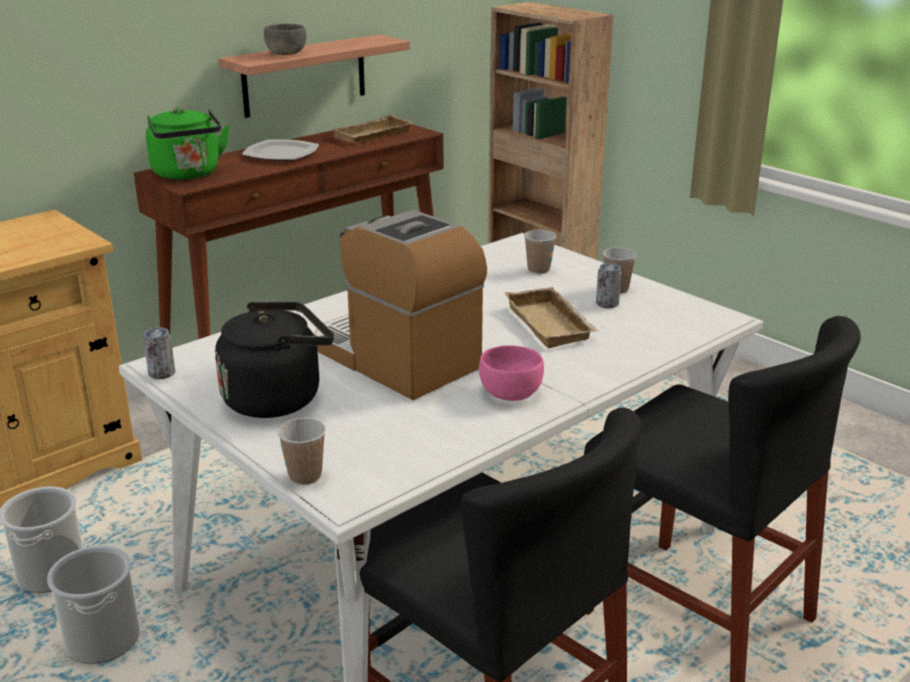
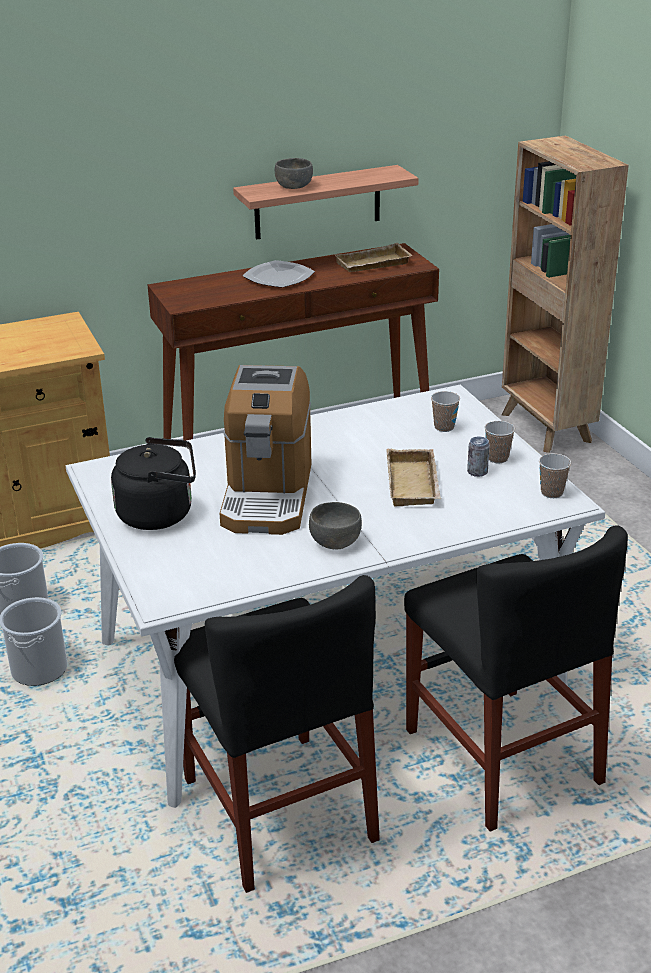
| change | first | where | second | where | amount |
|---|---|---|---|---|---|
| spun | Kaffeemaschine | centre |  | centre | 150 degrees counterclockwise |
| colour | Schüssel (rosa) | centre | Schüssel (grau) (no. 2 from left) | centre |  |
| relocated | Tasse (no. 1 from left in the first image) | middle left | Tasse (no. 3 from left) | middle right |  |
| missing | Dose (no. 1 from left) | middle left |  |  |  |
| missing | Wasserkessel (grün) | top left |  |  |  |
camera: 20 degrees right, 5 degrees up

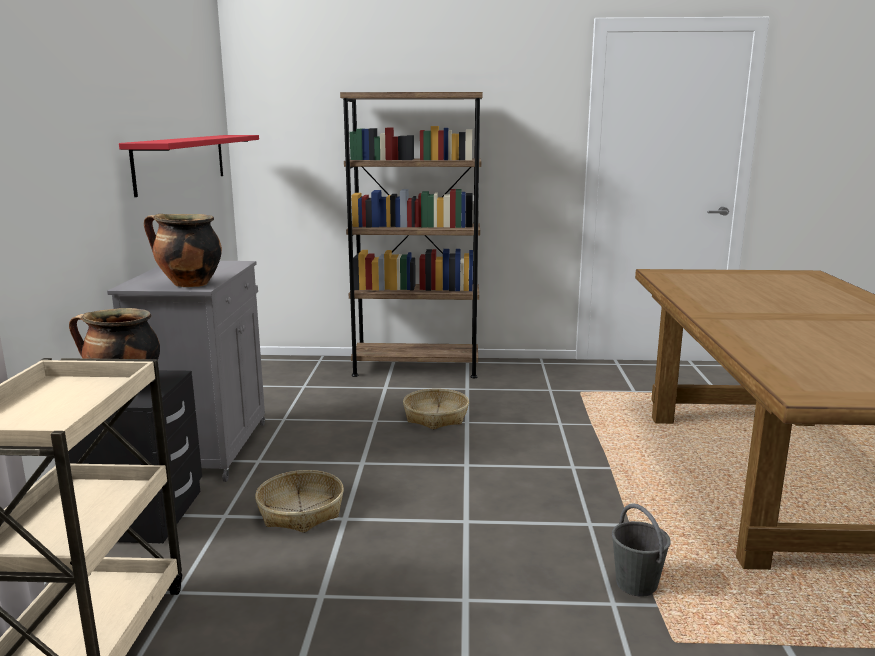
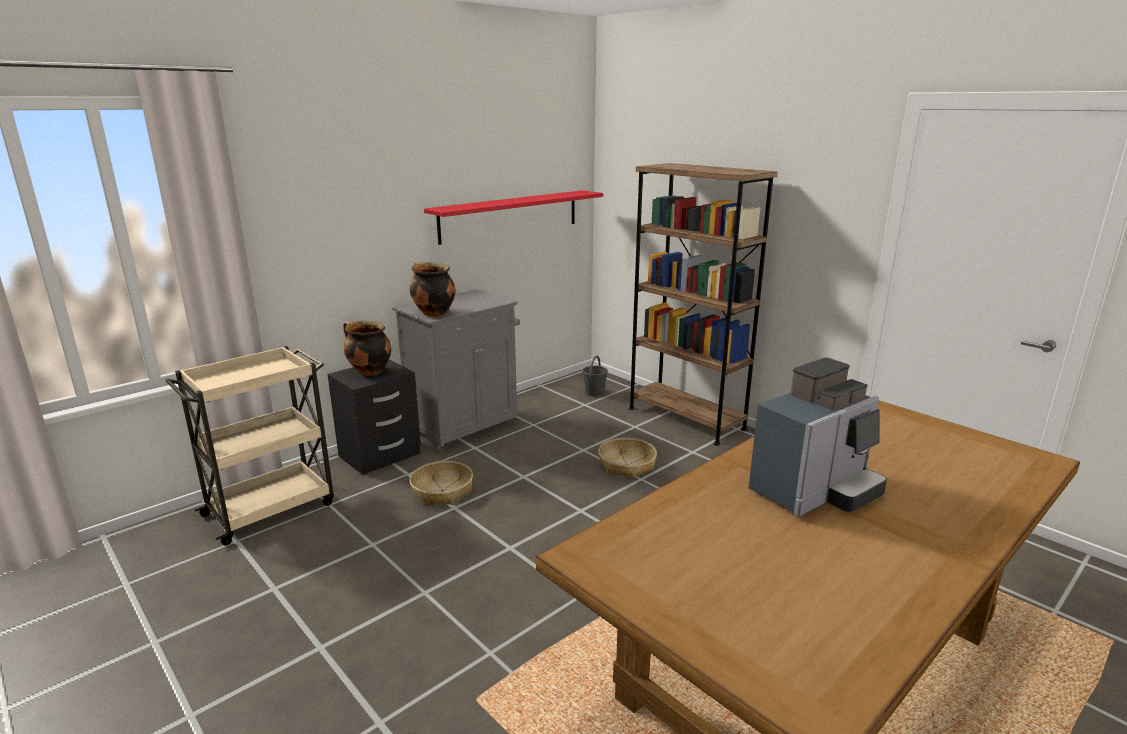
| change | first | where | second | where | amount |
|---|---|---|---|---|---|
| relocated | Eimer (grau) | bottom right |  | centre |  |
| appeared |  |  | Kaffeemaschine | middle right |  |
camera: 45 degrees right, 5 degrees up

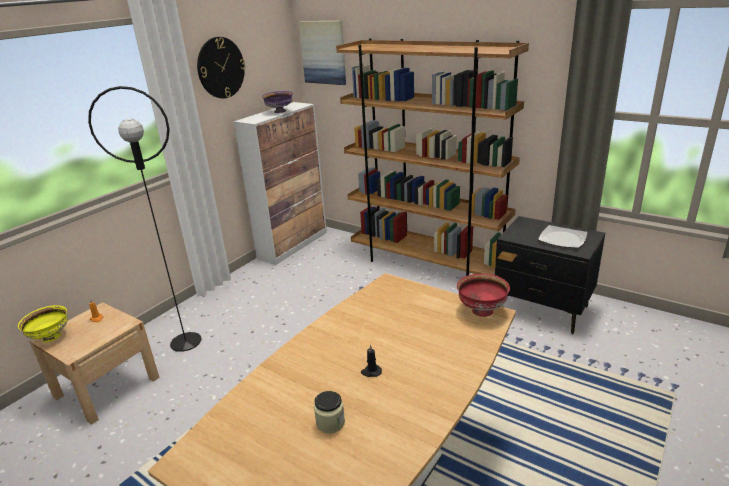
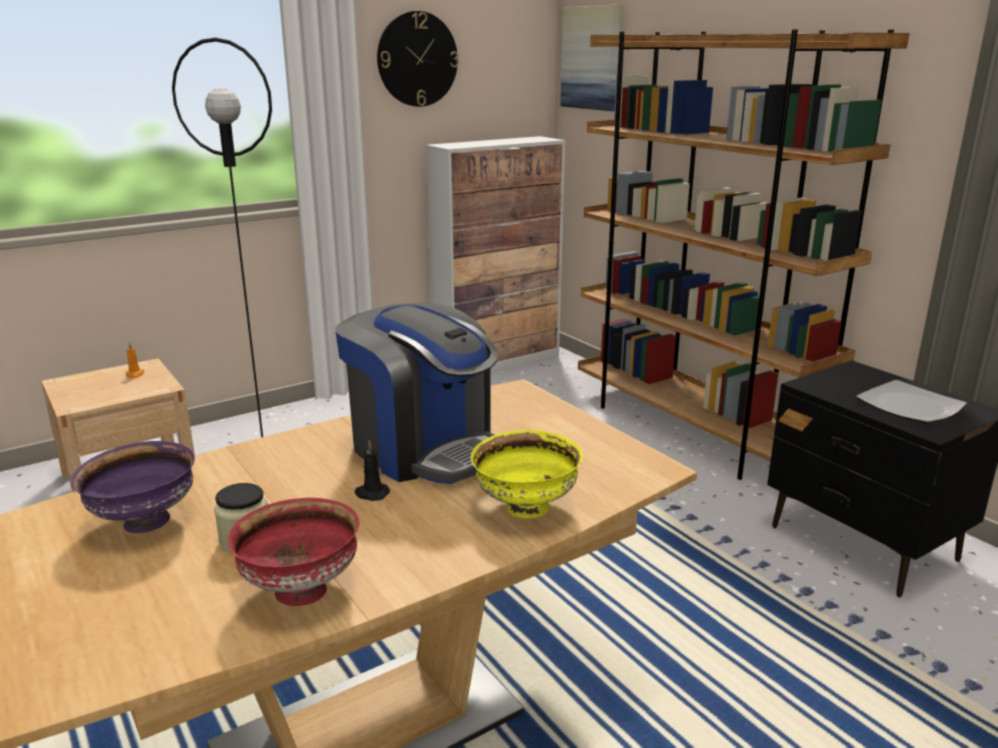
| change | first | where | second | where | amount |
|---|---|---|---|---|---|
| relocated | Schüssel (lila) | top centre |  | middle left |  |
| relocated | Schüssel (rot) | centre |  | bottom left |  |
| appeared |  |  | Kaffeemaschine | centre |  |
| relocated | Schüssel (gelb) | middle left |  | centre |  |
camera: 20 degrees right, 5 degrees down

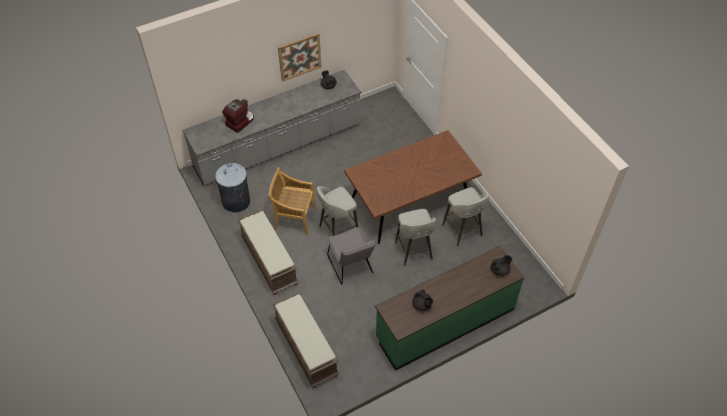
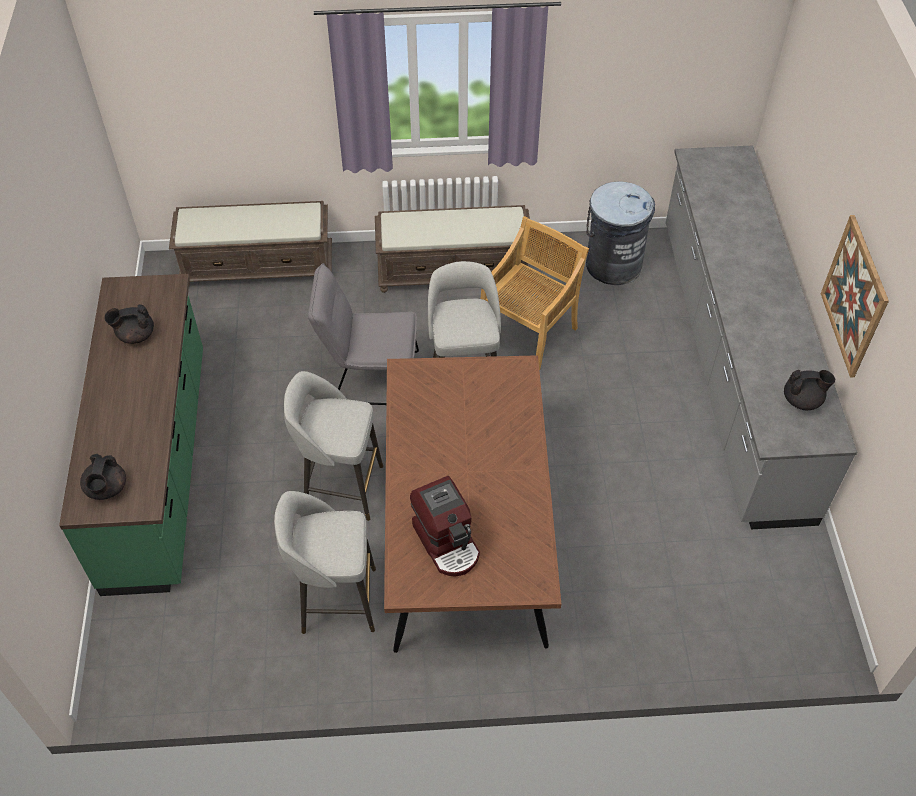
| change | first | where | second | where | amount |
|---|---|---|---|---|---|
| relocated | Kaffeemaschine | top left |  | centre |  |
camera: 115 degrees right, 0 degrees up

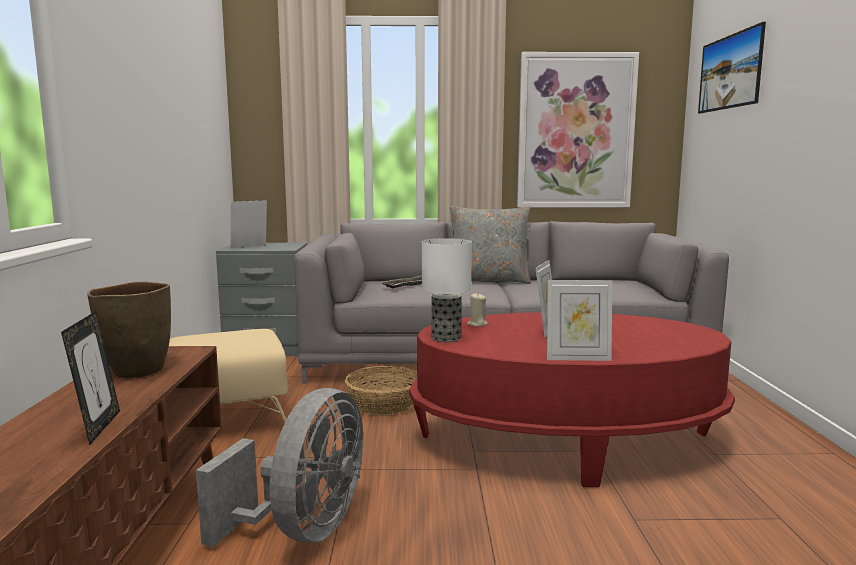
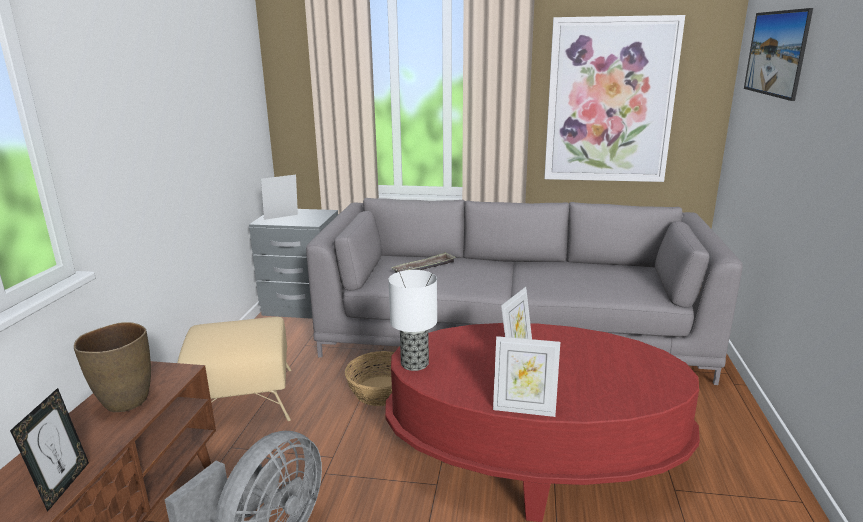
| change | first | where | second | where | amount |
|---|---|---|---|---|---|
| missing | Kissen (grau) | centre |  |  |  |
| missing | Kerze (beige) | centre |  |  |  |
camera: 10 degrees right, 10 degrees up

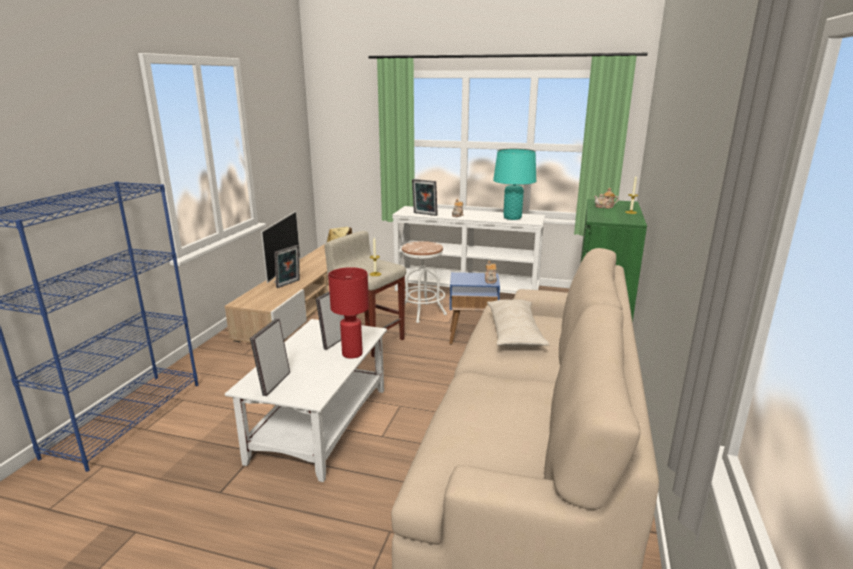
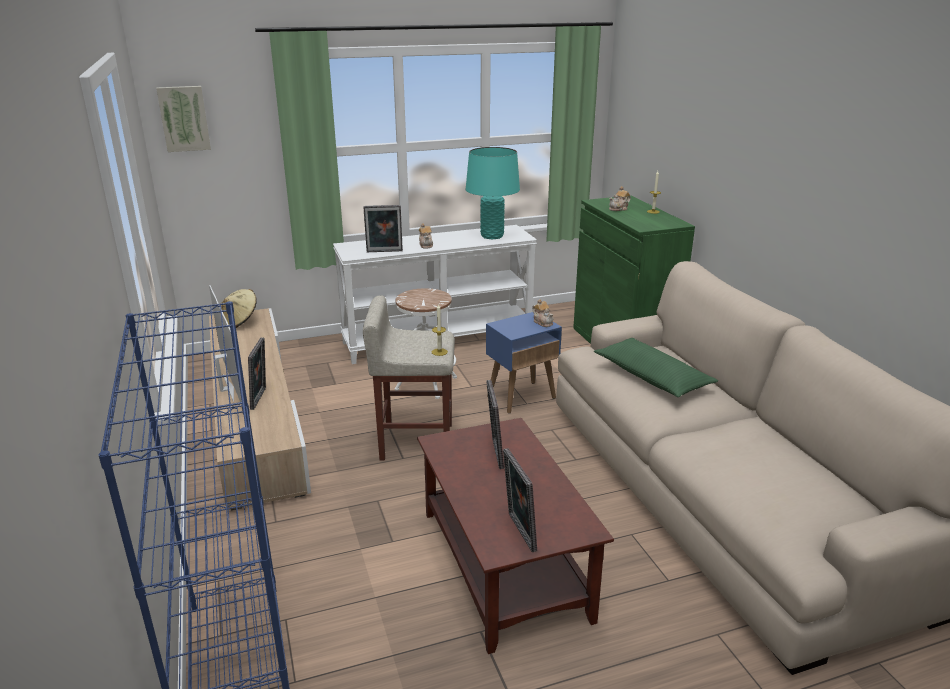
| change | first | where | second | where | amount |
|---|---|---|---|---|---|
| appeared |  |  | Bild | top left |  |
| colour | Couchtisch (weiß) | bottom centre | Couchtisch (braun) | bottom centre |  |
| colour | Kissen (beige) | centre | Kissen (grün) | middle right |  |
| missing | Tischlampe (rot) | centre |  |  |  |
camera: 35 degrees left, 5 degrees up

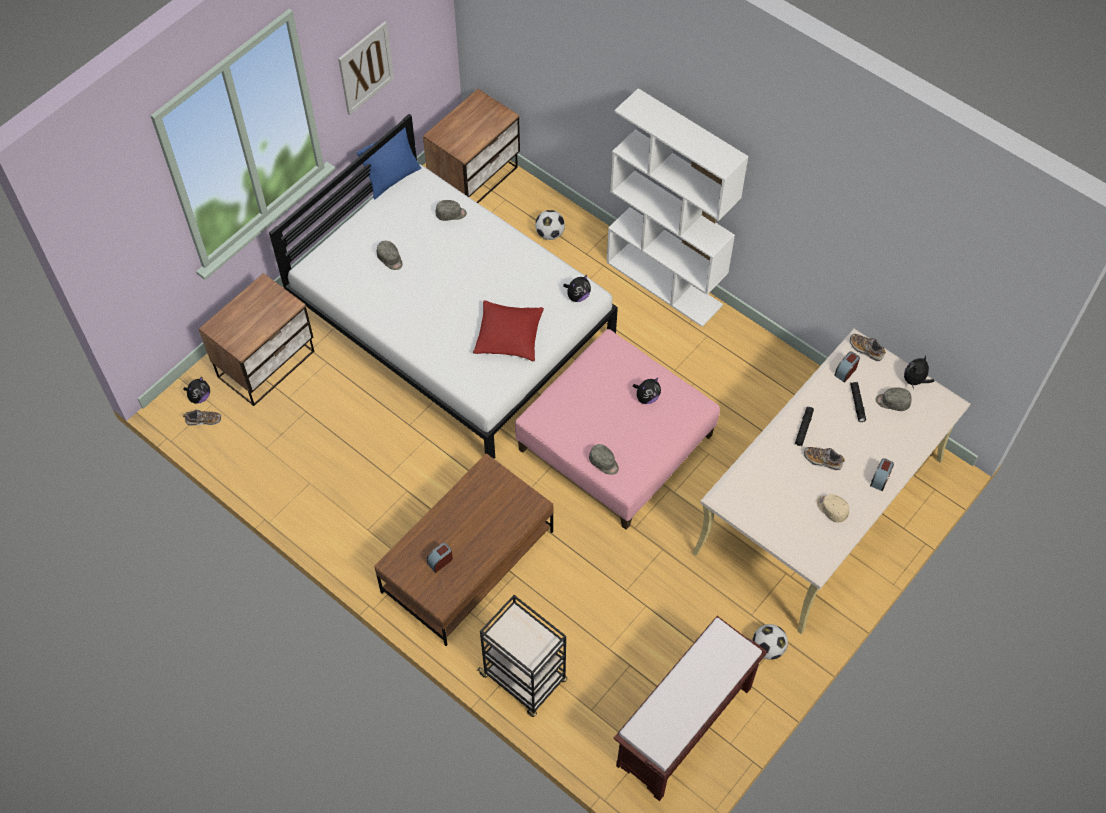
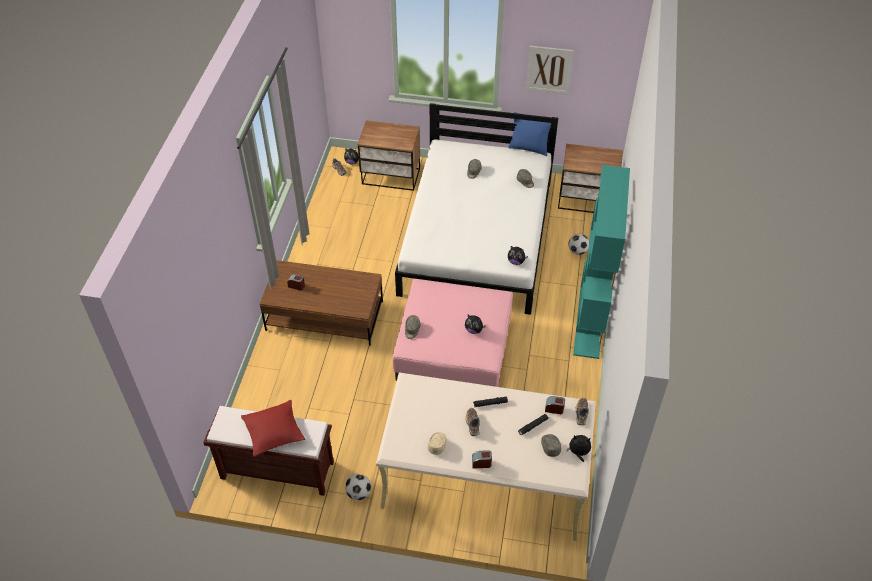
| change | first | where | second | where | amount |
|---|---|---|---|---|---|
| relocated | Kissen (rot) | centre |  | bottom left |  |
| colour | Bücherregal (weiß) | top centre | Bücherregal (türkis) | middle right |  |
| missing | Rollwagen (schwarz) | bottom centre |  |  |  |
camera: 60 degrees right, 10 degrees down

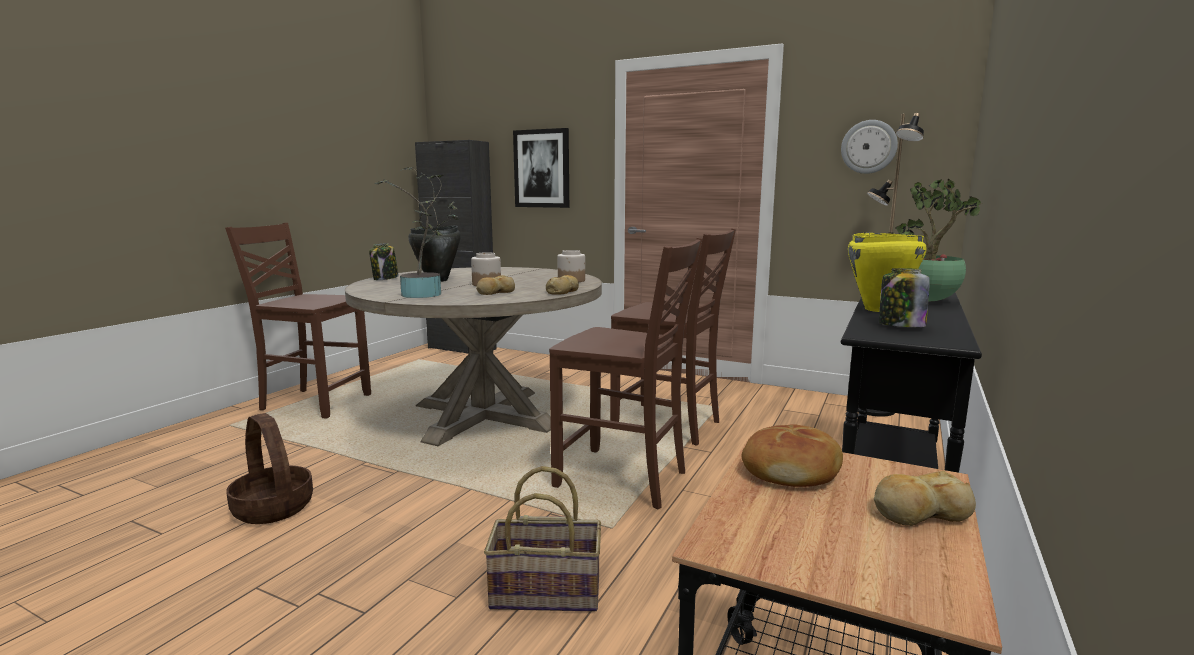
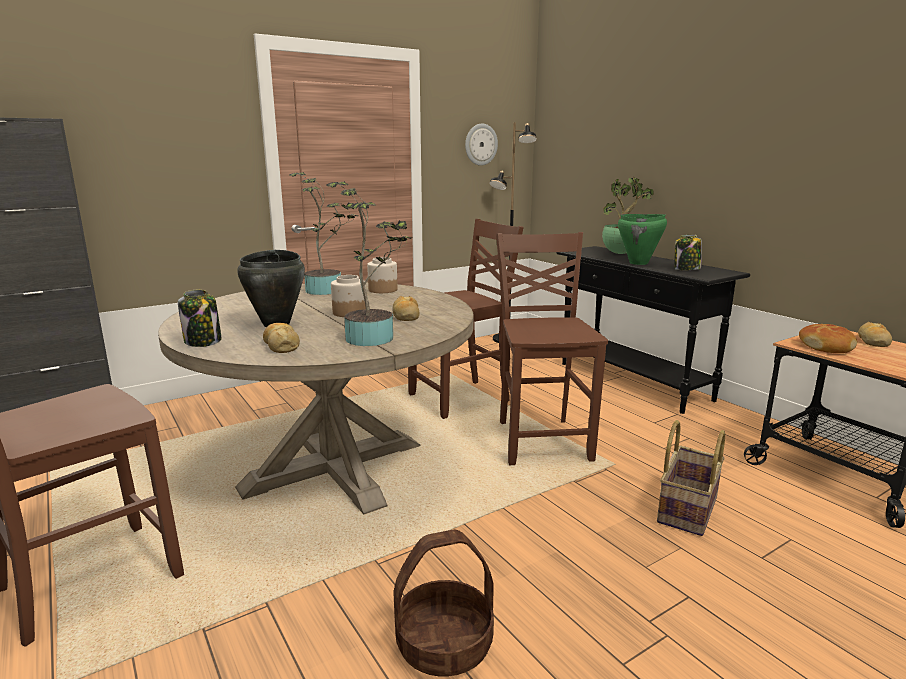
| change | first | where | second | where | amount |
|---|---|---|---|---|---|
| relocated | Brot (no. 2 from left in the first image) | centre | Brot (no. 1 from left) | middle left |  |
| appeared |  |  | Topfpflanze (no. 1 from left) | centre |  |
| spun | Stuhl (braun) (no. 2 from left in the first image) | centre | Stuhl (braun) (no. 3 from left) | centre | 60 degrees counterclockwise |
| colour | Kochtopf (gelb) | middle right | Kochtopf (grün) | middle right |  |
| missing | Bild | top centre |  |  |  |
camera: 60 degrees left, 5 degrees up

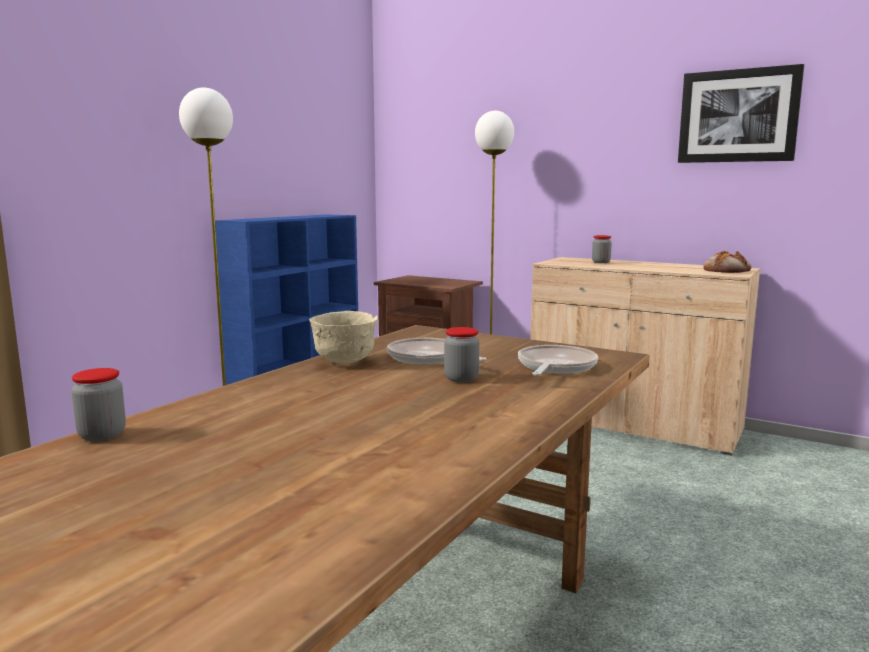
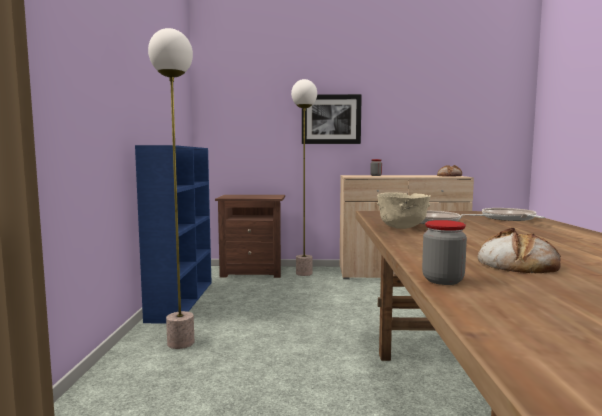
| change | first | where | second | where | amount |
|---|---|---|---|---|---|
| relocated | Bild | top right |  | top centre |  |
| appeared |  |  | Brot (no. 2 from left) | middle right |  |
| missing | Vorratsglas (no. 2 from left) | centre |  |  |  |
camera: 30 degrees left, 5 degrees down

